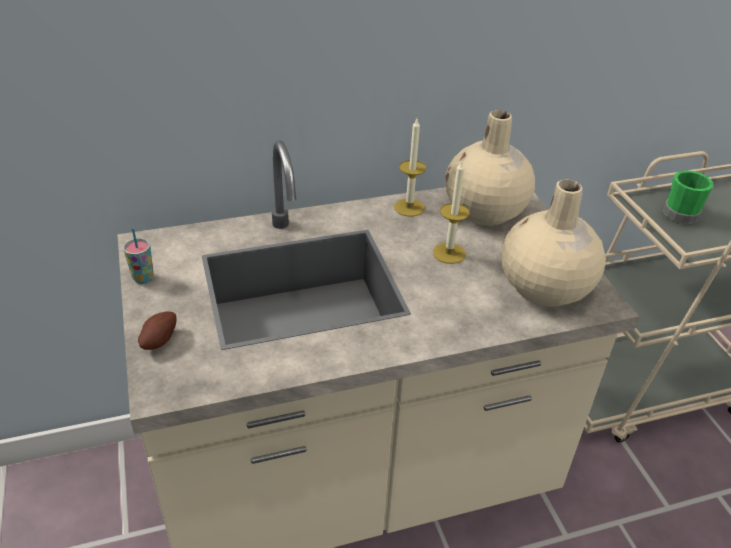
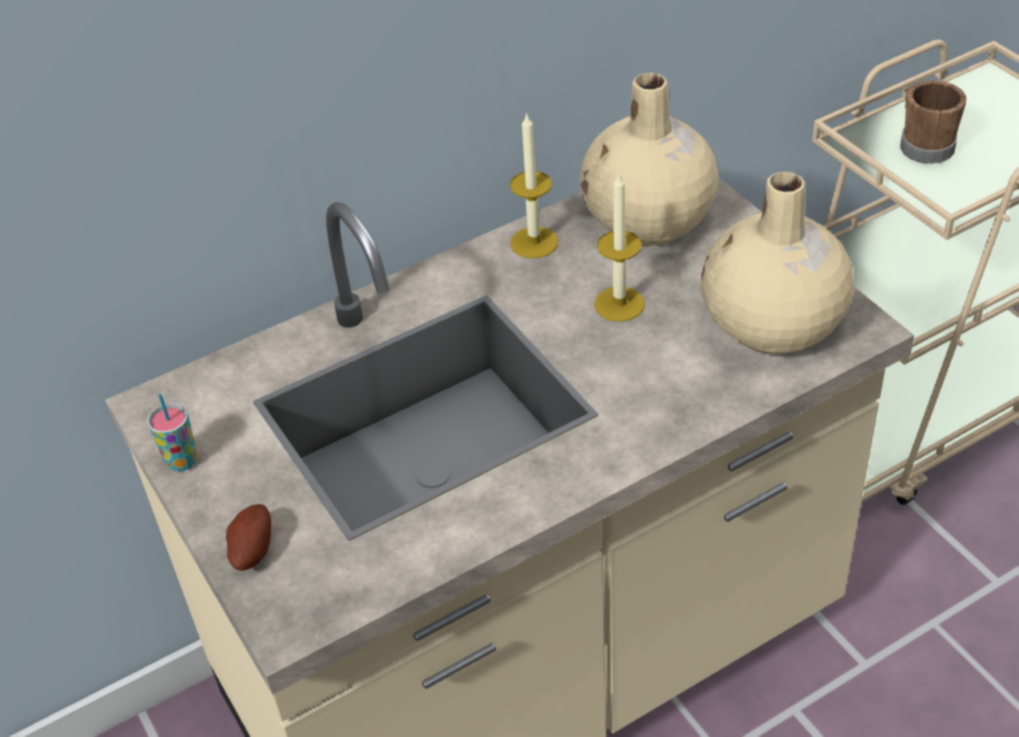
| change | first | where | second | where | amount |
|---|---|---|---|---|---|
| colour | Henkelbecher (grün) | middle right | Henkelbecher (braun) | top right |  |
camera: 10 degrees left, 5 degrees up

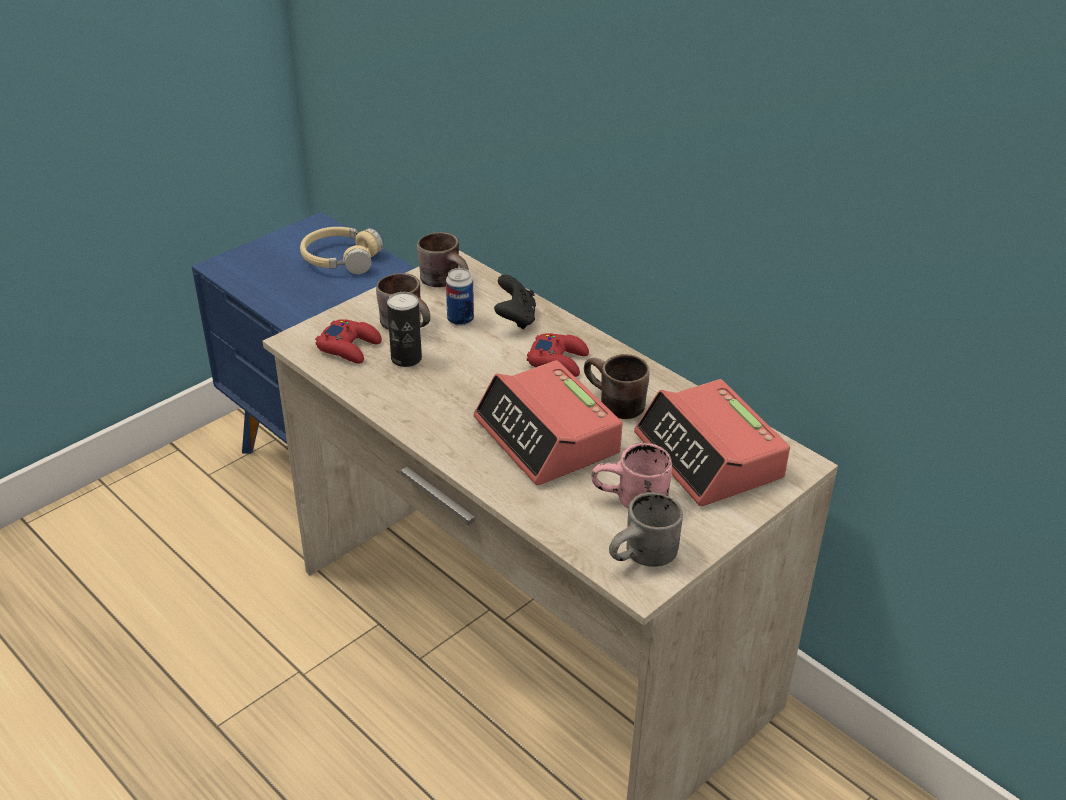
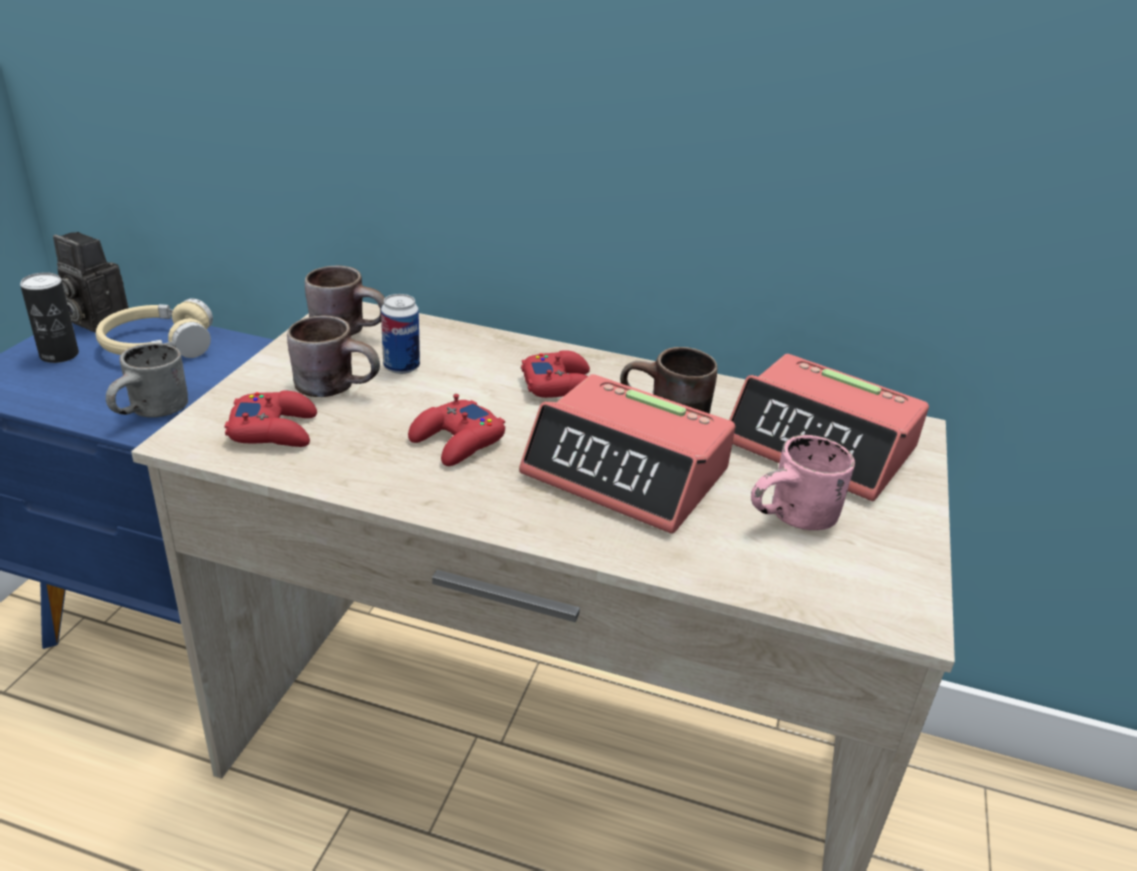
| change | first | where | second | where | amount |
|---|---|---|---|---|---|
| relocated | Dose (no. 1 from left) | centre |  | middle left |  |
| appeared |  |  | Kamera | top left |  |
| relocated | Henkelbecher (grau) | centre |  | middle left |  |
| appeared |  |  | Gamepad (rot) (no. 2 from left) | centre |  |
| missing | Gamepad (schwarz) | centre |  |  |  |
camera: 30 degrees left, 5 degrees down

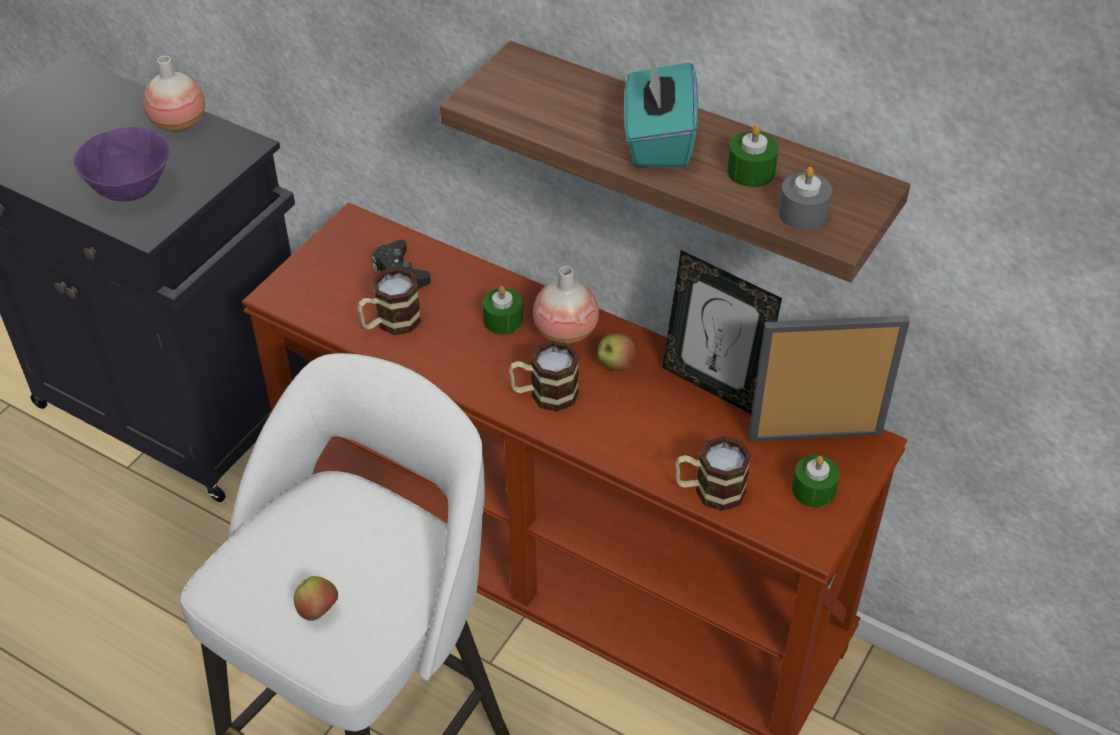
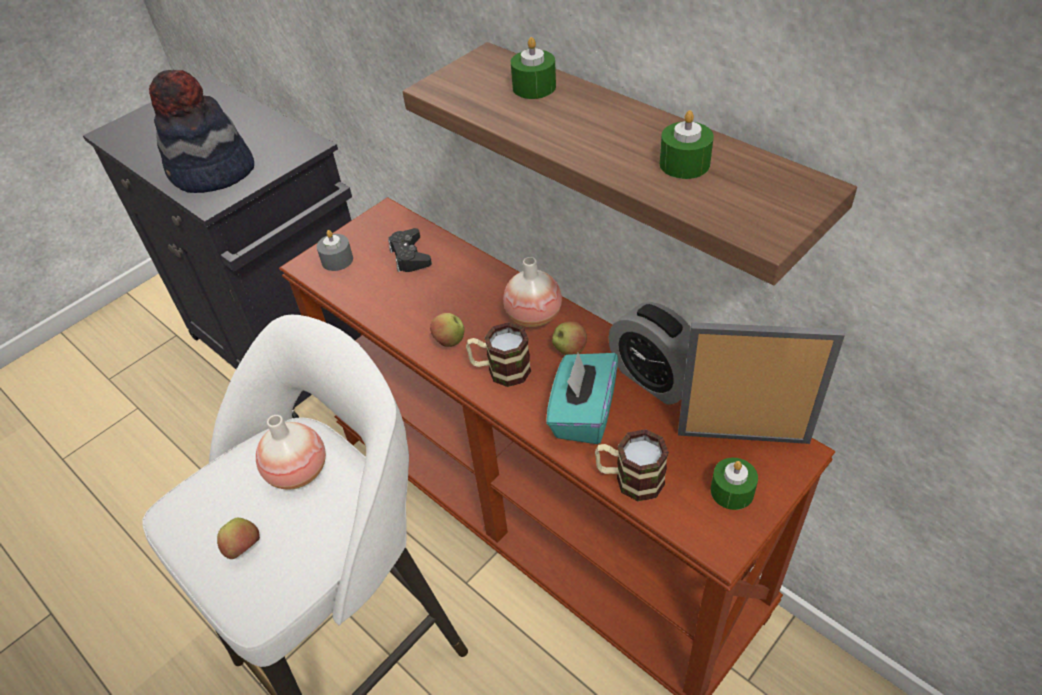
| change | first | where | second | where | amount |
|---|---|---|---|---|---|
| exchanged | Schüssel (lila) | top left | Hut | top left |  |
| relocated | Vase (no. 1 from left) | top left |  | middle left |  |
| relocated | Kerze (grau) | top right |  | middle left |  |
| appeared |  |  | Apfel (no. 2 from left) | centre |  |
| relocated | Kerze (grün) (no. 1 from left) | centre |  | top centre |  |
| relocated | Taschentuchbox (türkis) | top centre |  | centre |  |
| exchanged | Bilderrahmen (no. 1 from left) | centre | Wecker | centre |  |
| missing | Henkelbecher (no. 1 from left) | centre |  |  |  |
camera: 15 degrees right, 0 degrees up

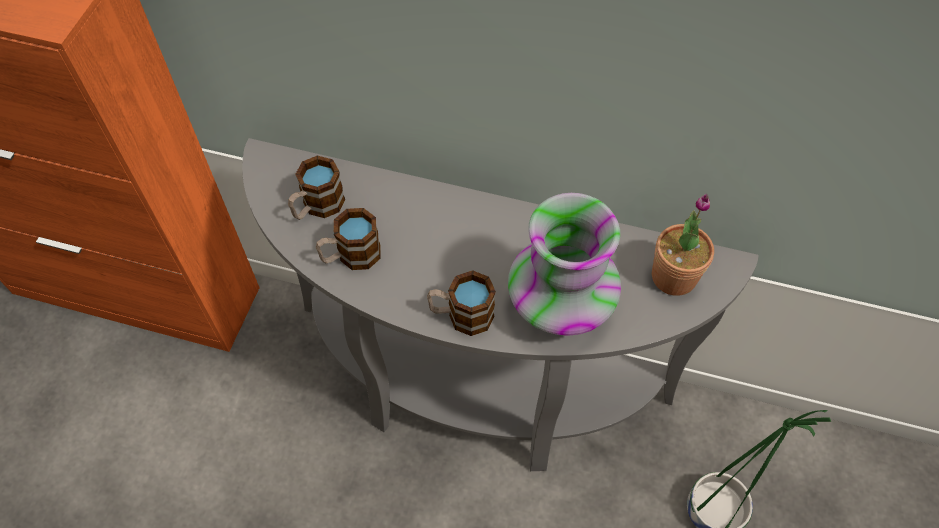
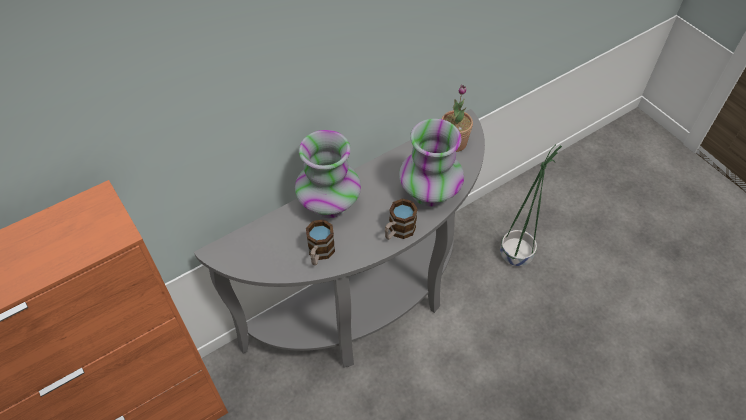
| change | first | where | second | where | amount |
|---|---|---|---|---|---|
| appeared |  |  | Vase (no. 1 from left) | centre |  |
| missing | Henkelbecher (no. 1 from left) | centre |  |  |  |
camera: 50 degrees left, 5 degrees down

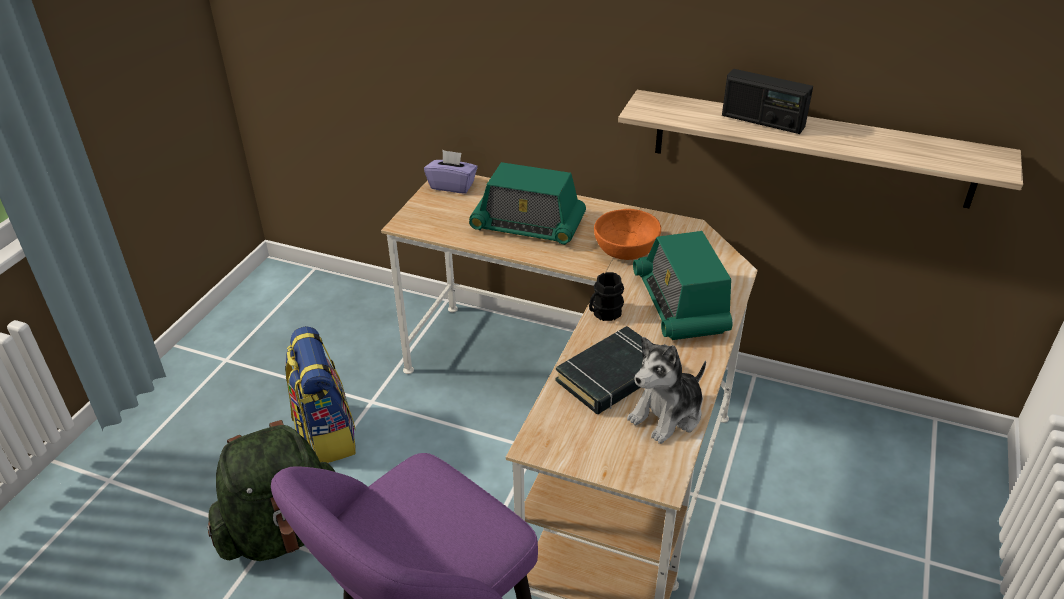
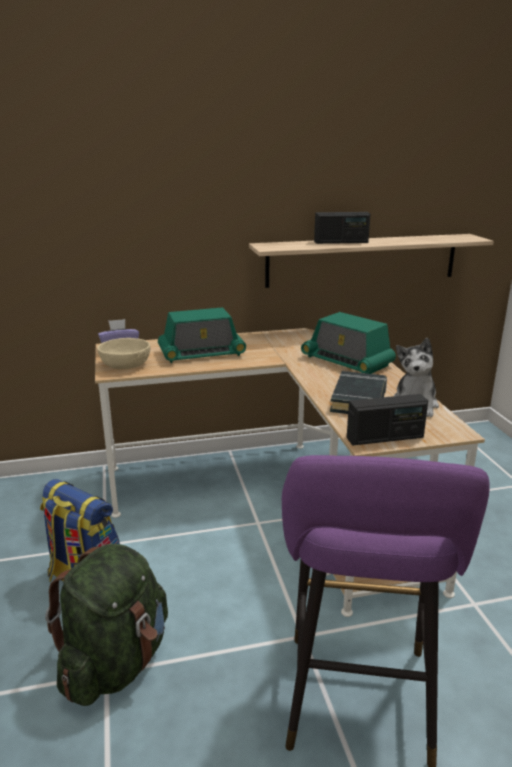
| change | first | where | second | where | amount |
|---|---|---|---|---|---|
| appeared |  |  | Schüssel (beige) | middle left |  |
| appeared |  |  | Radio (no. 4 from left) | middle right |  |
| missing | Henkelbecher (schwarz) | centre |  |  |  |
| missing | Schüssel (orange) | centre |  |  |  |
camera: 35 degrees left, 15 degrees down

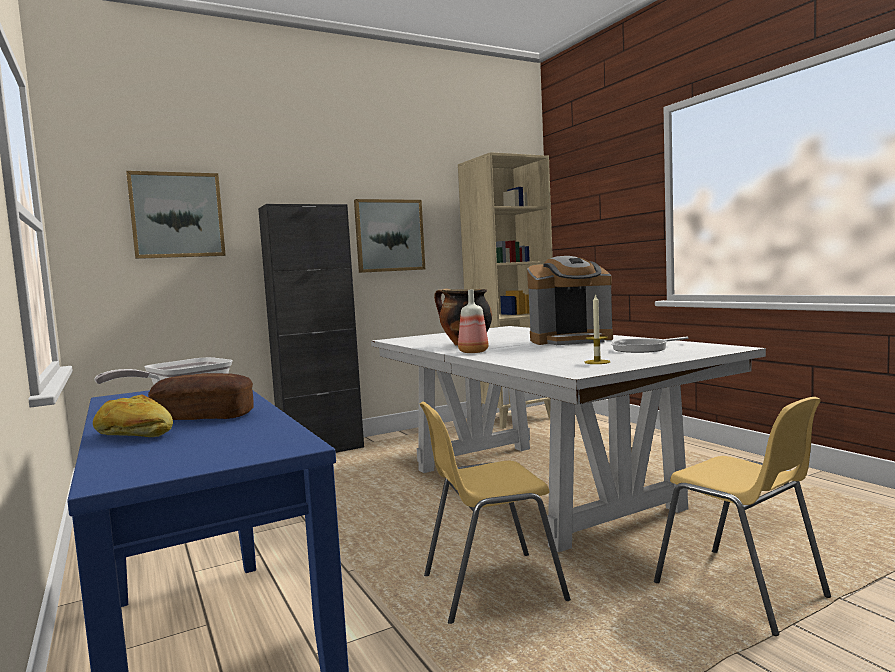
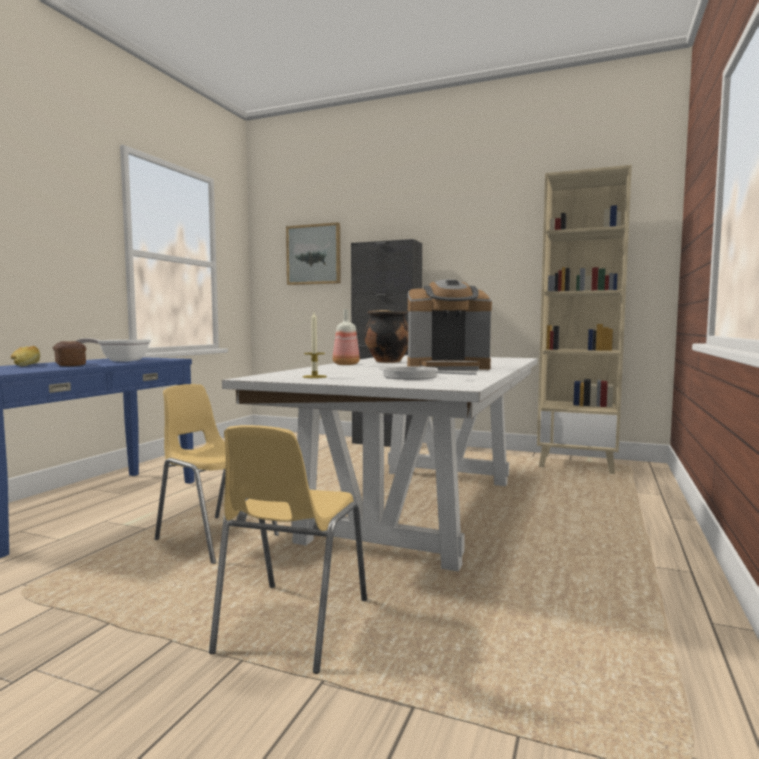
| change | first | where | second | where | amount |
|---|---|---|---|---|---|
| spun | Kaffeemaschine | centre |  | centre | 45 degrees counterclockwise |
| missing | Bild (no. 2 from left) | centre |  |  |  |
camera: 50 degrees right, 0 degrees up

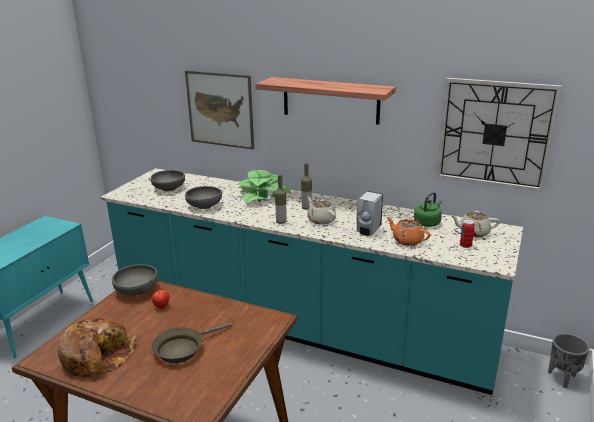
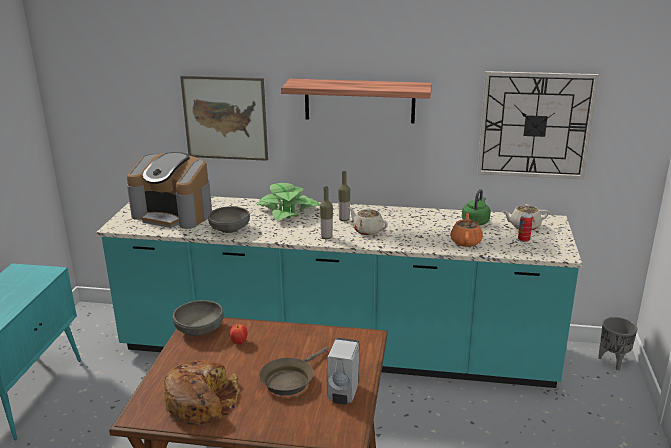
| change | first | where | second | where | amount |
|---|---|---|---|---|---|
| exchanged | Schüssel (grau) (no. 2 from left) | middle left | Kaffeemaschine | middle left |  |
| relocated | Seifenspender (weiß) | centre |  | bottom centre |  |
| spun | Teekanne (orange) | middle right |  | middle right | 75 degrees clockwise |
camera: 15 degrees left, 0 degrees up

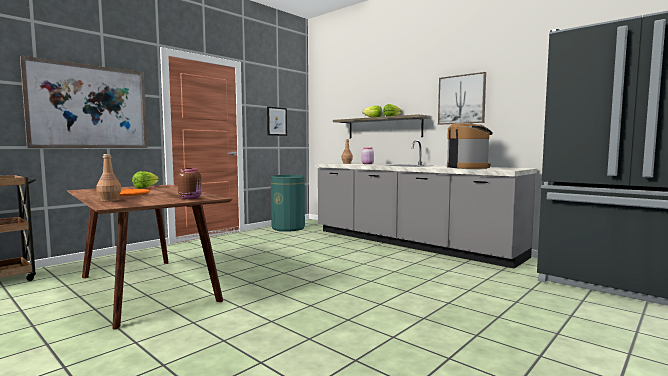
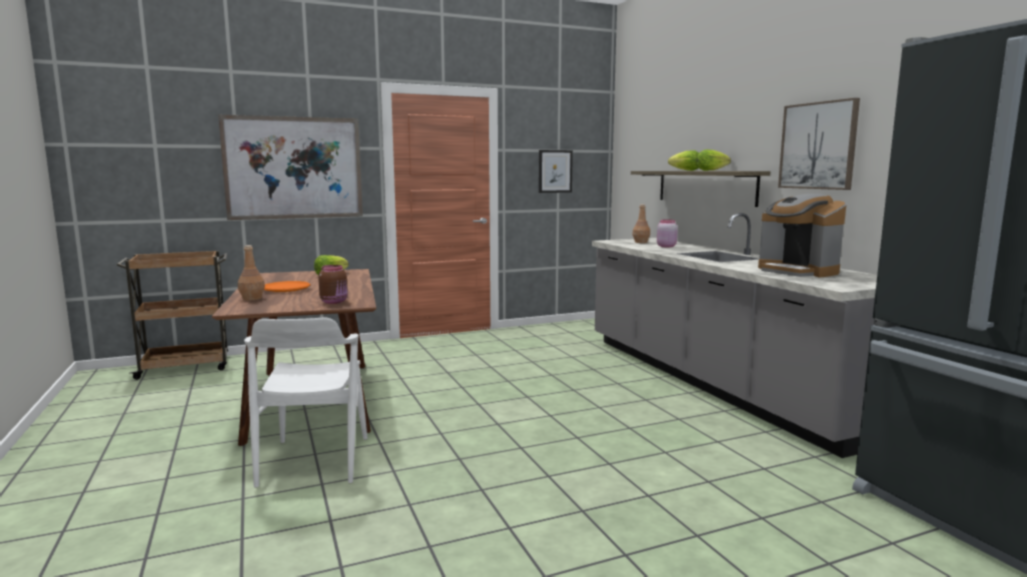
| change | first | where | second | where | amount |
|---|---|---|---|---|---|
| appeared |  |  | Stuhl (weiß) | bottom left |  |
| spun | Kaffeemaschine | middle right |  | middle right | 135 degrees clockwise |
| missing | Mülleimer (grün) | centre |  |  |  |
camera: 25 degrees right, 5 degrees up

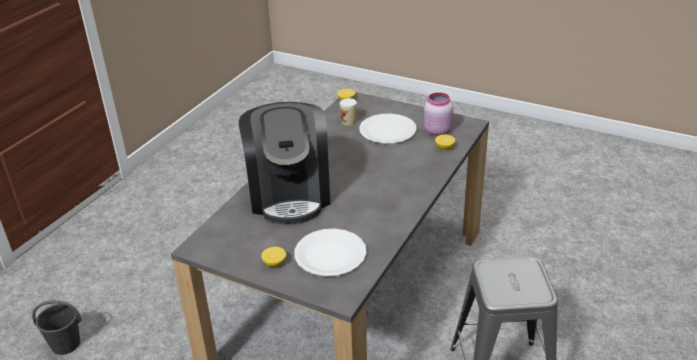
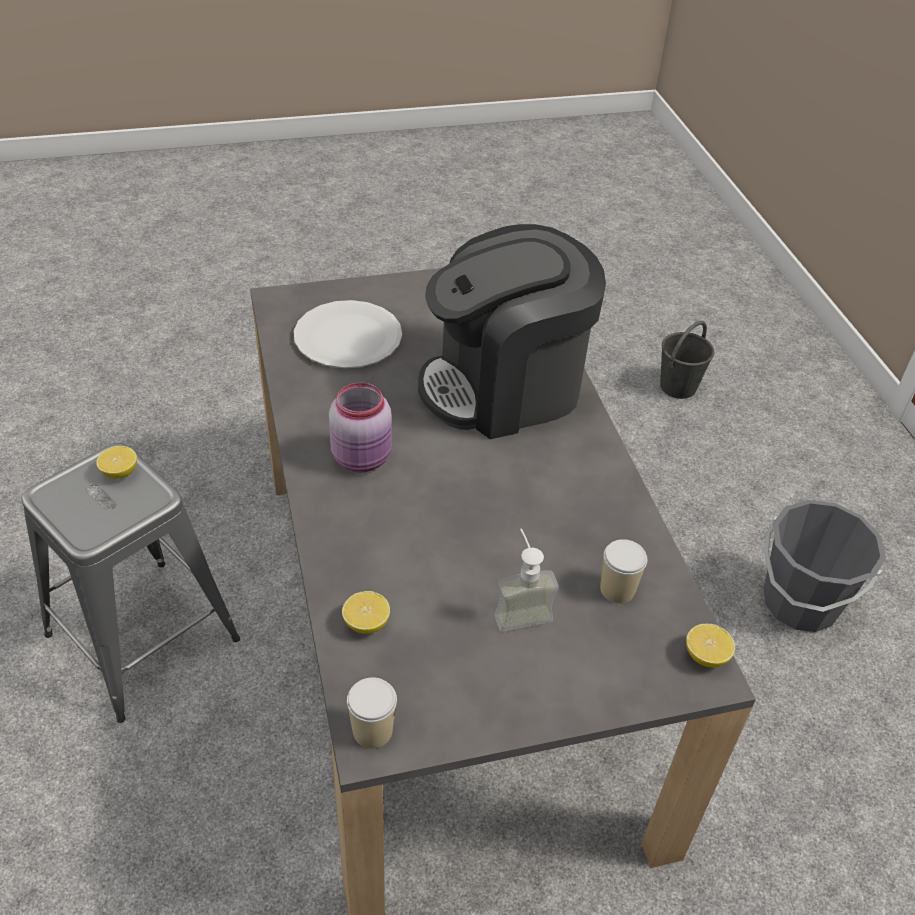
| change | first | where | second | where | amount |
|---|---|---|---|---|---|
| relocated | Zitrone (no. 1 from left) | bottom centre |  | middle left |  |
| relocated | Vorratsglas (rosa) | top centre |  | centre |  |
| appeared |  |  | Tasse (no. 1 from left) | bottom centre |  |
| spun | Kaffeemaschine | centre |  | centre | 60 degrees counterclockwise |
| exchanged | Teller (weiß) (no. 2 from left) | centre | Seifenspender | centre |  |
| appeared |  |  | Eimer (grau) (no. 2 from left) | middle right |  |
camera: 135 degrees right, 10 degrees up

